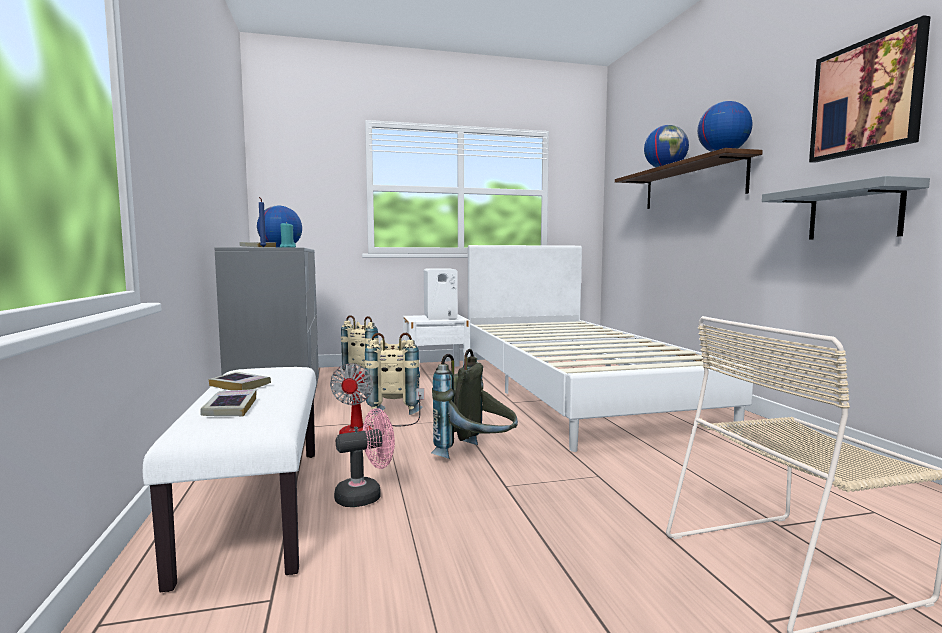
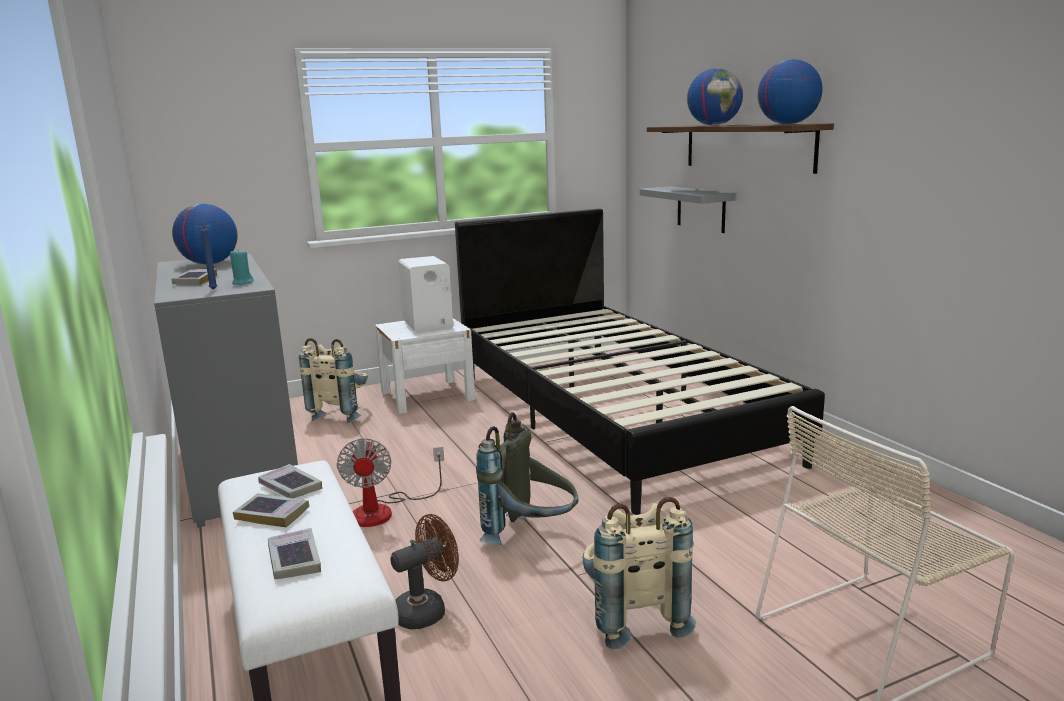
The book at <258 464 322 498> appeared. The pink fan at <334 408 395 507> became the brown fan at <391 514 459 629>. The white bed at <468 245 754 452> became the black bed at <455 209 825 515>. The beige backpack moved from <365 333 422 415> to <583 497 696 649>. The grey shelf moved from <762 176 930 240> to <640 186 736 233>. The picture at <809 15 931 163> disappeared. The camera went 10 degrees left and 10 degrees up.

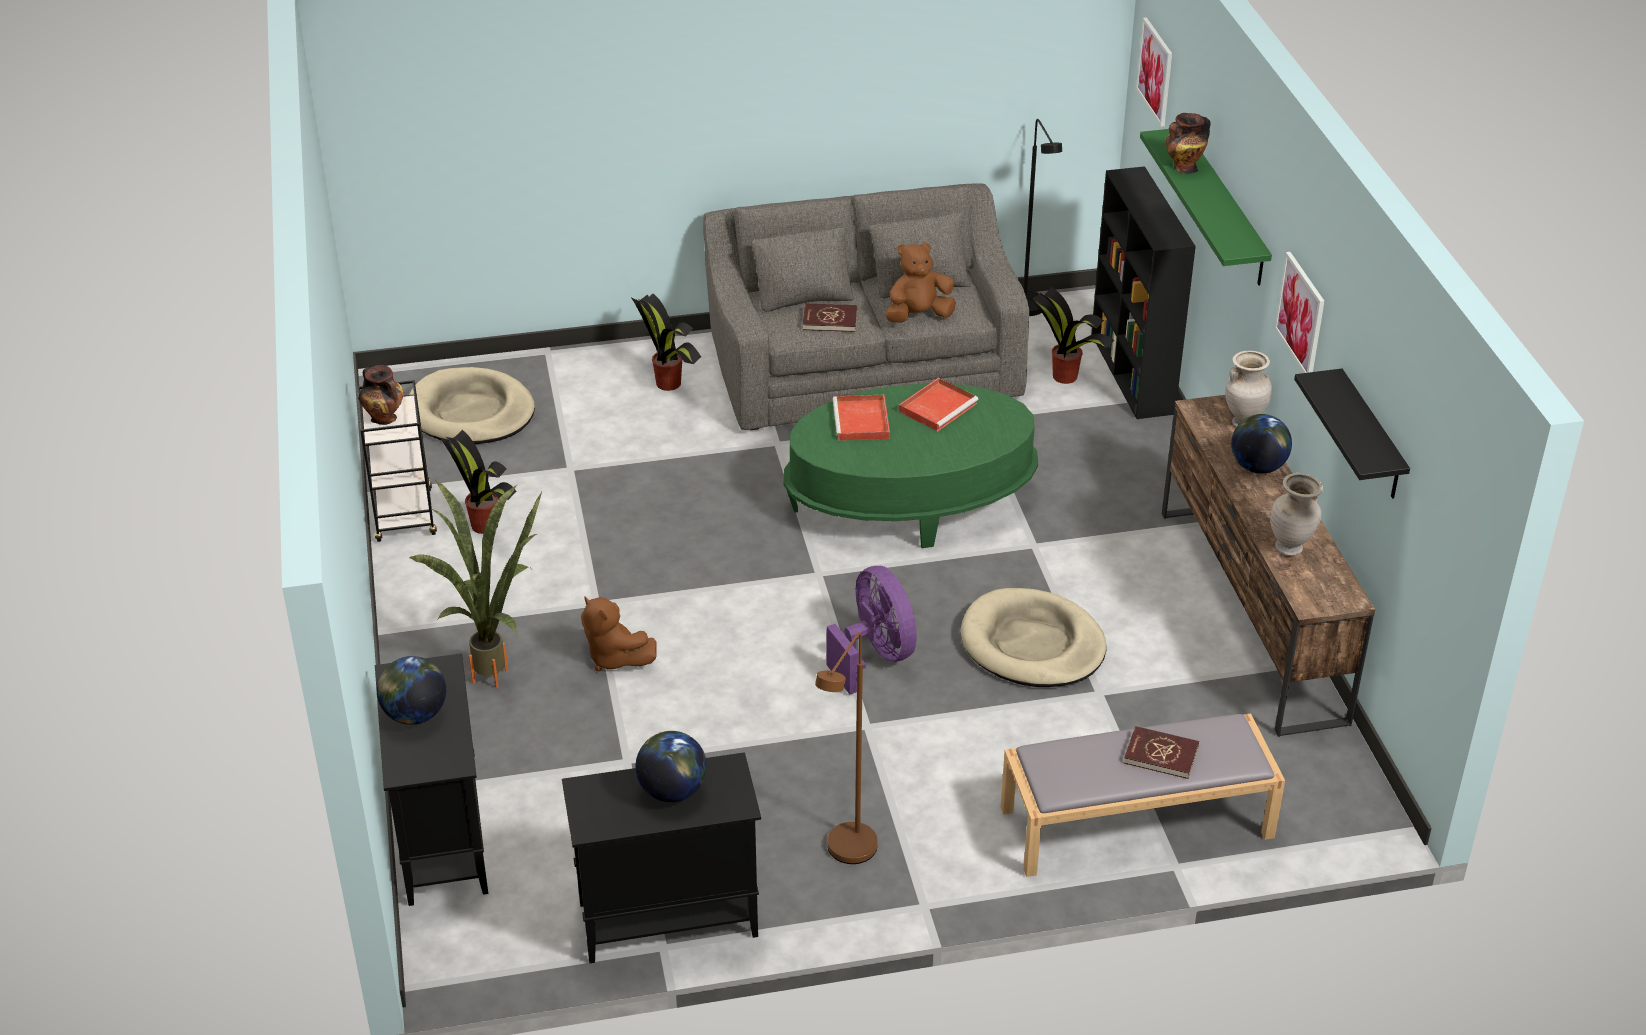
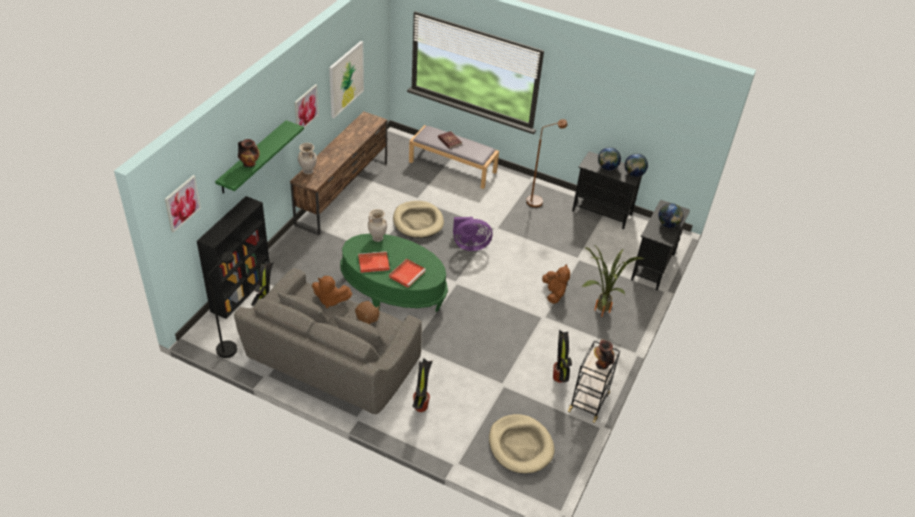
The black shelf at <1294 369 1410 499> was replaced by the picture at <329 41 364 118>. The red book at <803 304 857 332> was replaced by the brown plush toy at <355 301 379 325>. The beige vase moved from <1270 473 1323 556> to <368 209 387 242>. The purple fan at <827 566 917 694> turned 105 degrees counterclockwise. The globe moved from <1231 414 1292 474> to <625 153 648 177>. The camera went 145 degrees left and 5 degrees up.

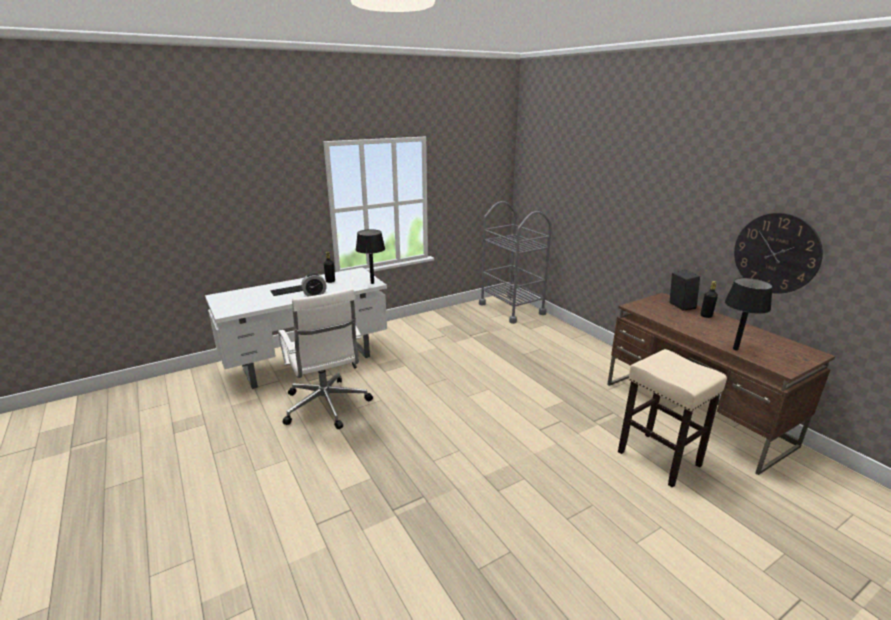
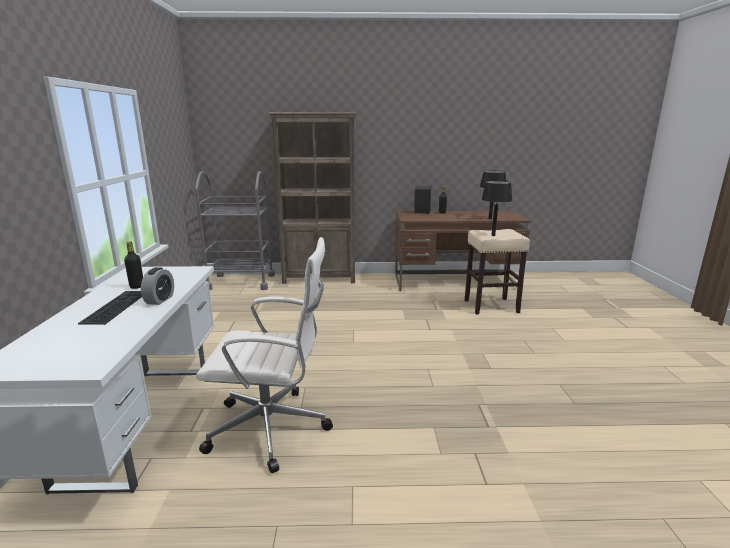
The brown bookcase at <268 112 356 284> appeared. The black table lamp moved from <356 229 385 284> to <482 181 512 236>. The wall clock at <734 213 823 294> disappeared. The camera went 60 degrees left and 5 degrees down.

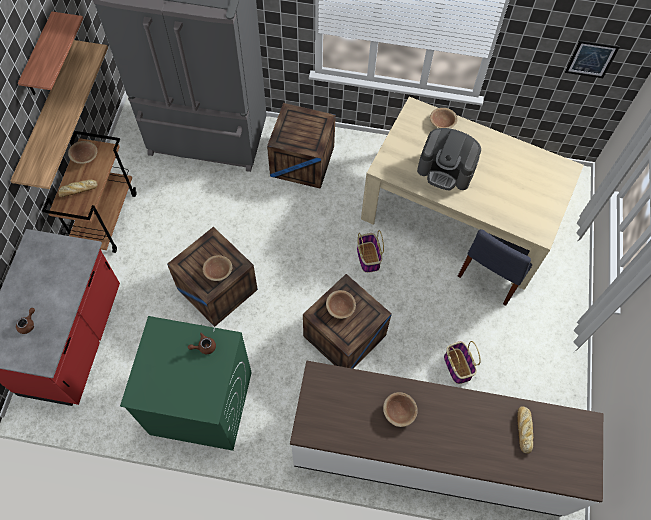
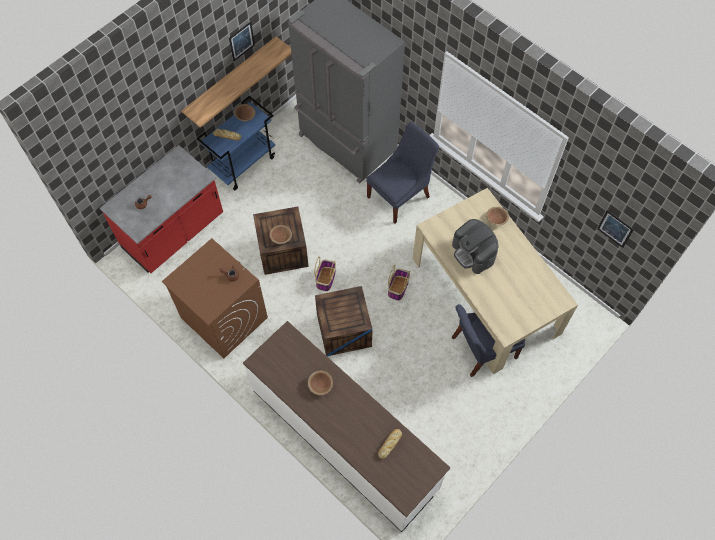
The green washing machine at <120 316 252 451> became the brown washing machine at <162 238 268 358>. The brown cart at <42 131 137 253> became the blue cart at <196 96 275 190>. The shelf at <18 11 83 95> was replaced by the picture at <229 21 255 62>. The basket moved from <444 341 481 384> to <314 256 336 291>. The crate at <267 103 336 189> was replaced by the blue chair at <366 122 439 224>. The brown bowl at <326 290 356 319> disappeared. The camera went 35 degrees right and 0 degrees up.

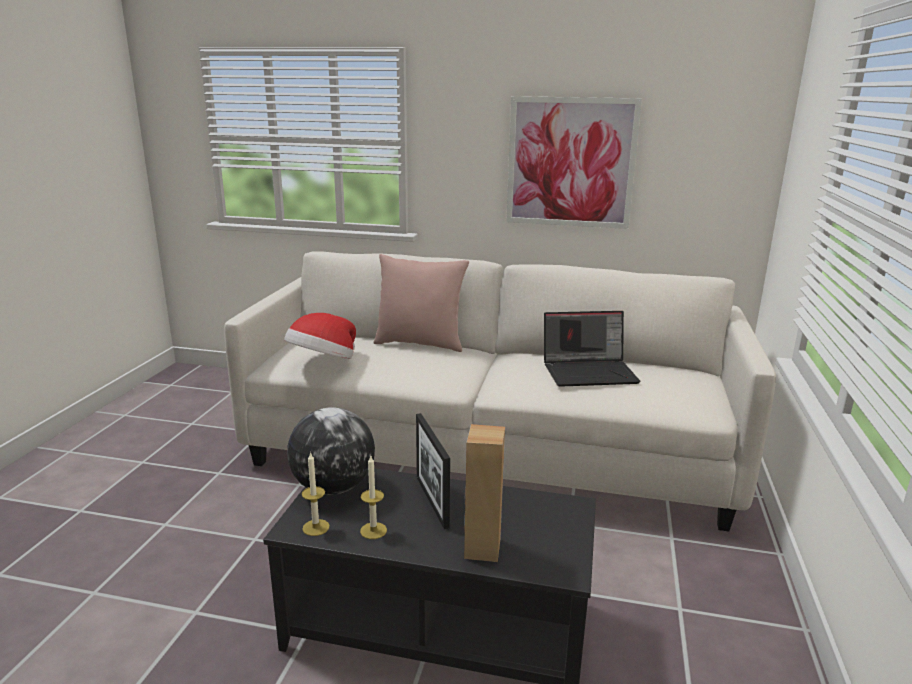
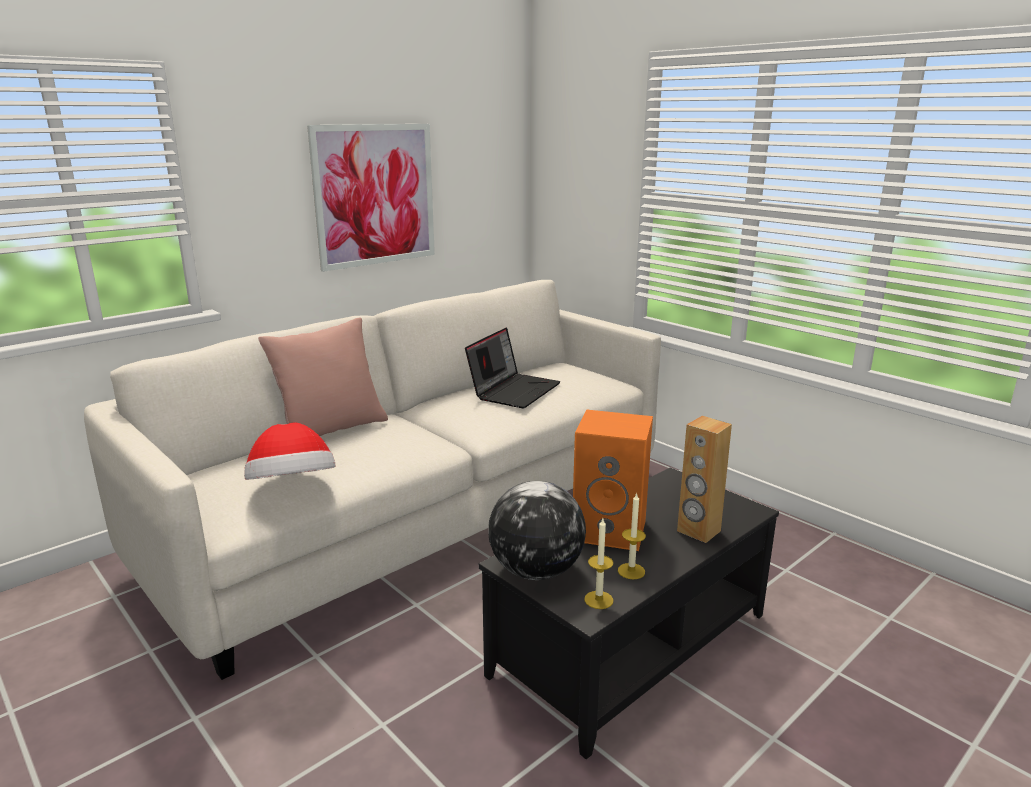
The picture frame at <416 413 450 529> was replaced by the orange speaker at <573 409 653 551>. The camera went 55 degrees left and 0 degrees up.

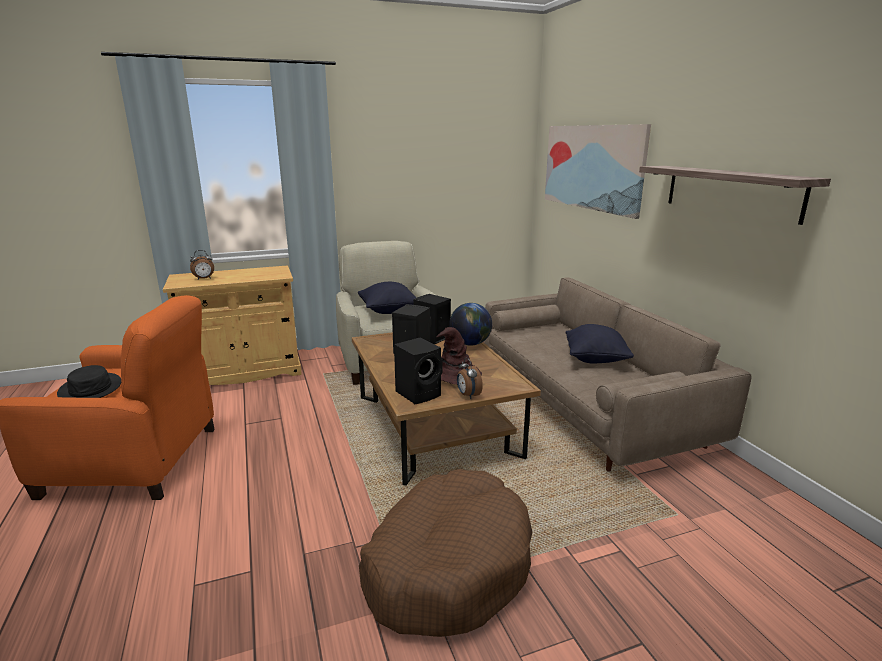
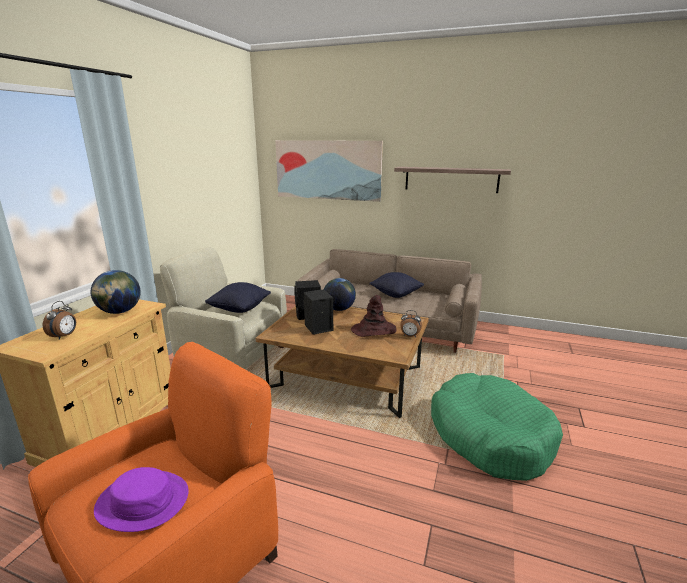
The globe at <91 270 141 314> appeared. The black hat at <57 365 121 398> became the purple hat at <94 467 189 532>. The brown dog bed at <359 469 533 637> became the green dog bed at <431 373 563 481>. The black speaker at <394 337 443 404> disappeared. The camera went 50 degrees left and 0 degrees up.

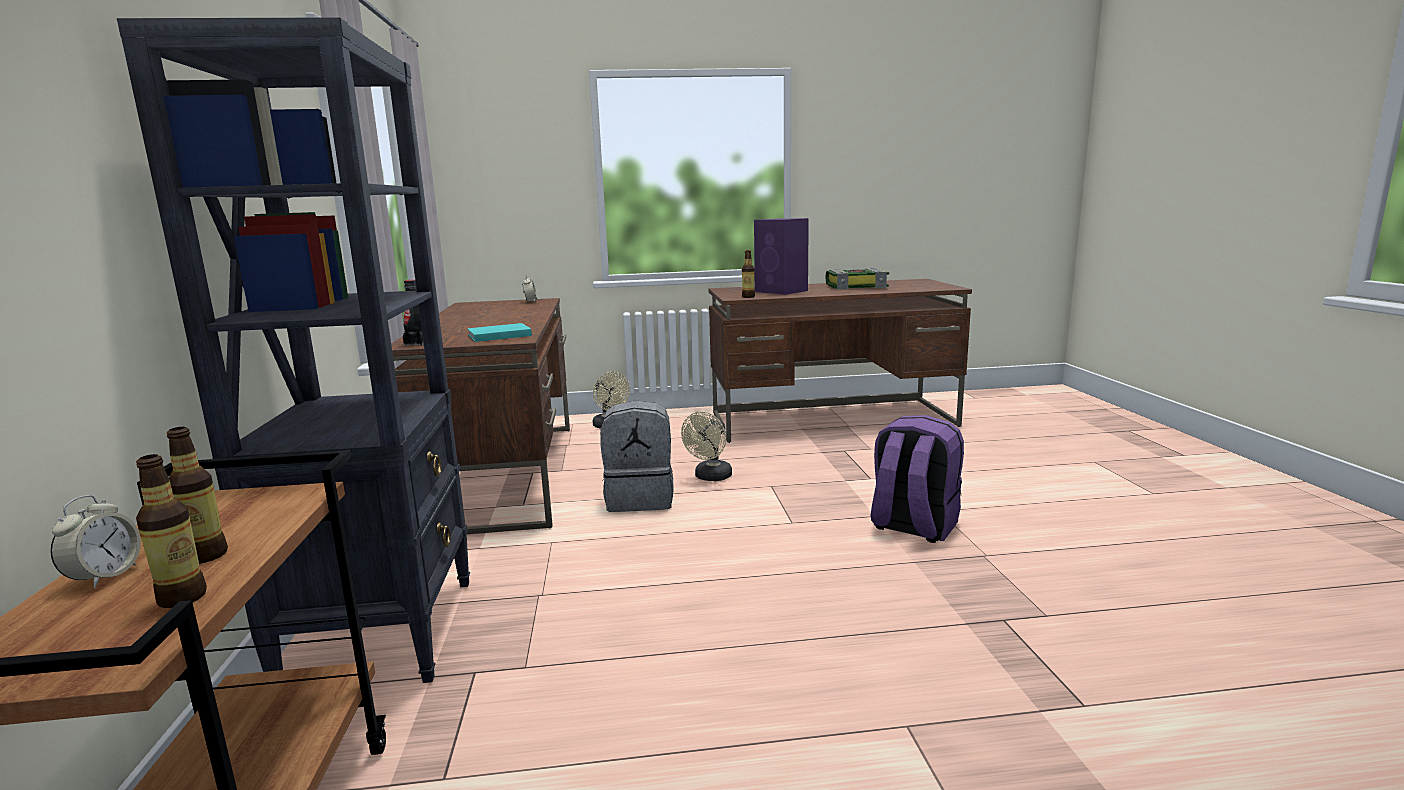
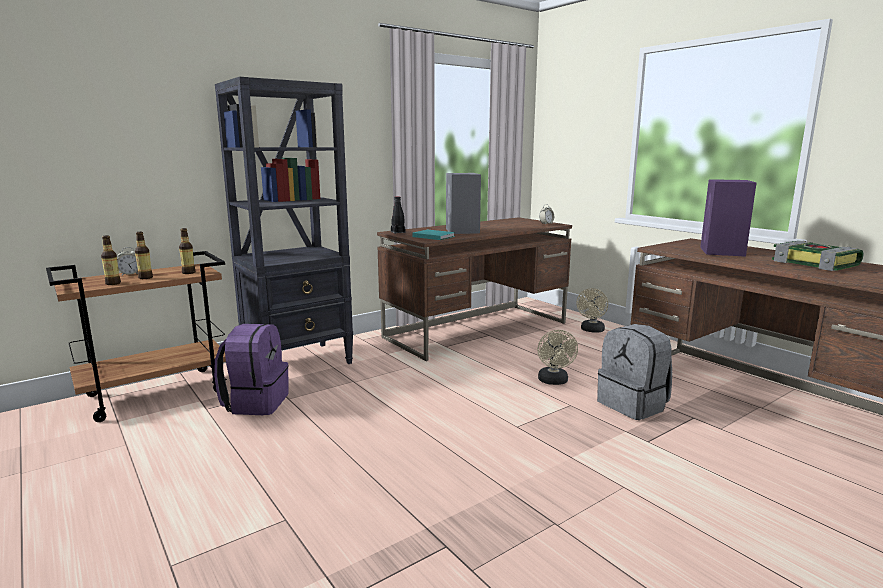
The bottle moved from <742 250 755 298> to <179 228 196 274>. The purple backpack moved from <871 415 964 543> to <214 324 289 415>. The grey speaker at <446 173 481 234> appeared. The beige fan at <681 412 732 481> turned 90 degrees counterclockwise. The grey backpack moved from <600 400 674 512> to <597 324 672 420>. The camera went 60 degrees right and 0 degrees up.

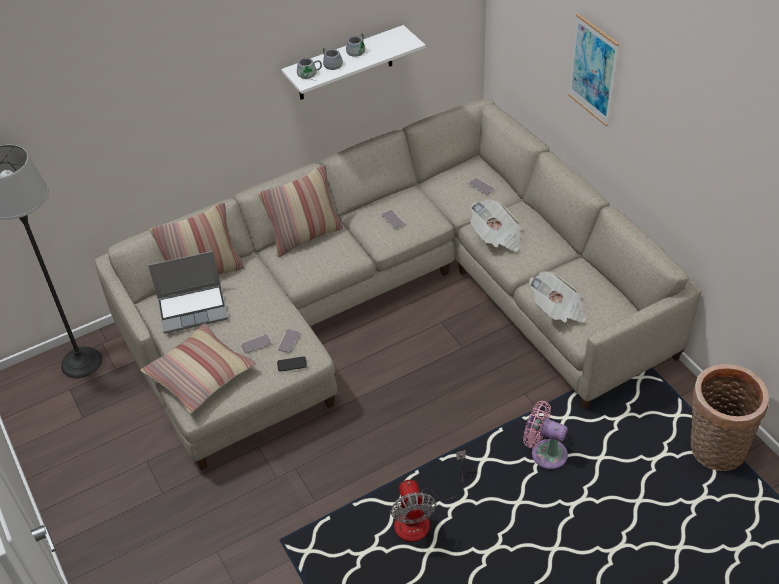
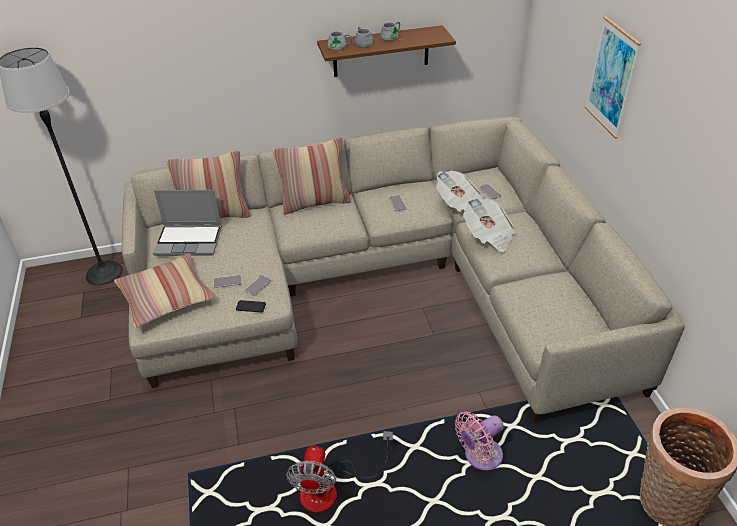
The white shelf at <281 25 426 100> became the brown shelf at <317 25 456 77>. The newspaper moved from <529 271 586 323> to <436 171 484 212>. The pink fan at <523 401 568 469> turned 75 degrees counterclockwise. The camera went 15 degrees right and 5 degrees down.

